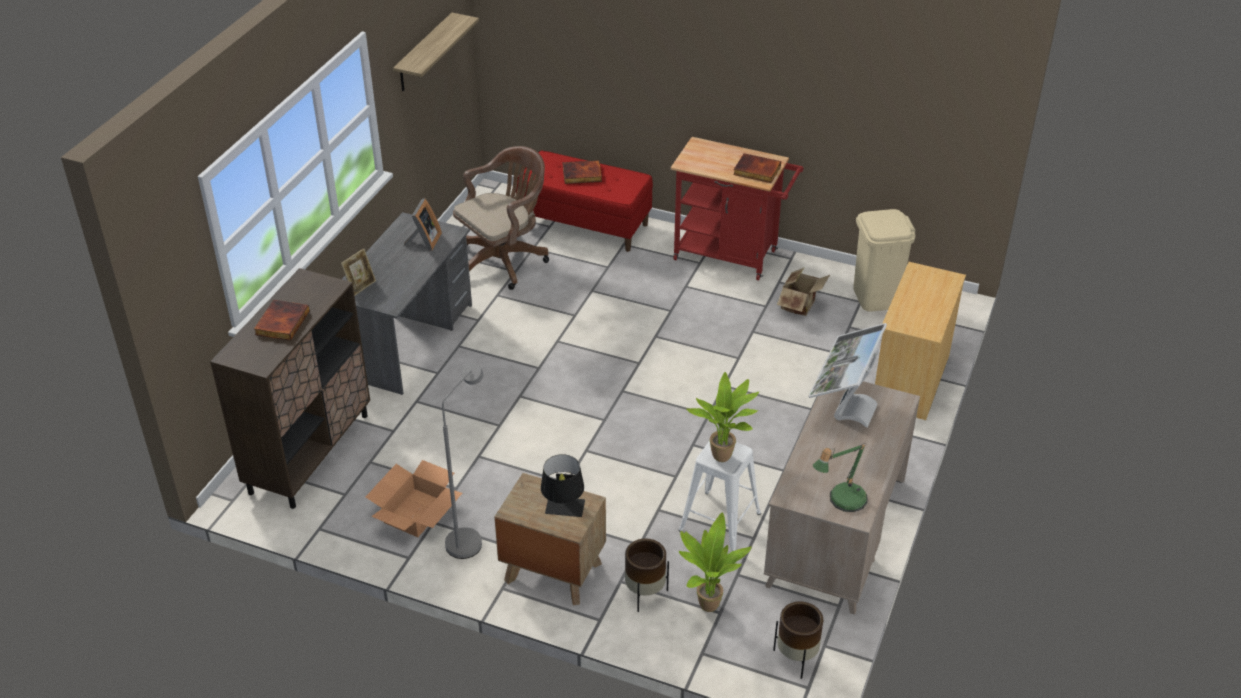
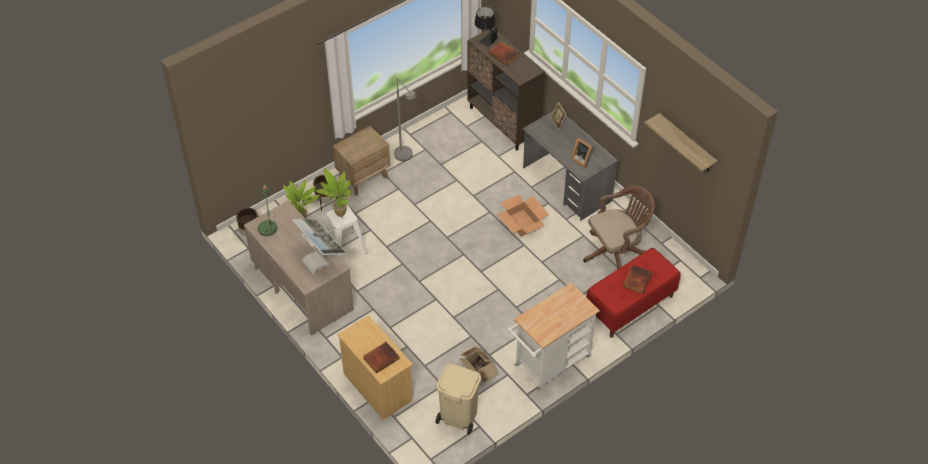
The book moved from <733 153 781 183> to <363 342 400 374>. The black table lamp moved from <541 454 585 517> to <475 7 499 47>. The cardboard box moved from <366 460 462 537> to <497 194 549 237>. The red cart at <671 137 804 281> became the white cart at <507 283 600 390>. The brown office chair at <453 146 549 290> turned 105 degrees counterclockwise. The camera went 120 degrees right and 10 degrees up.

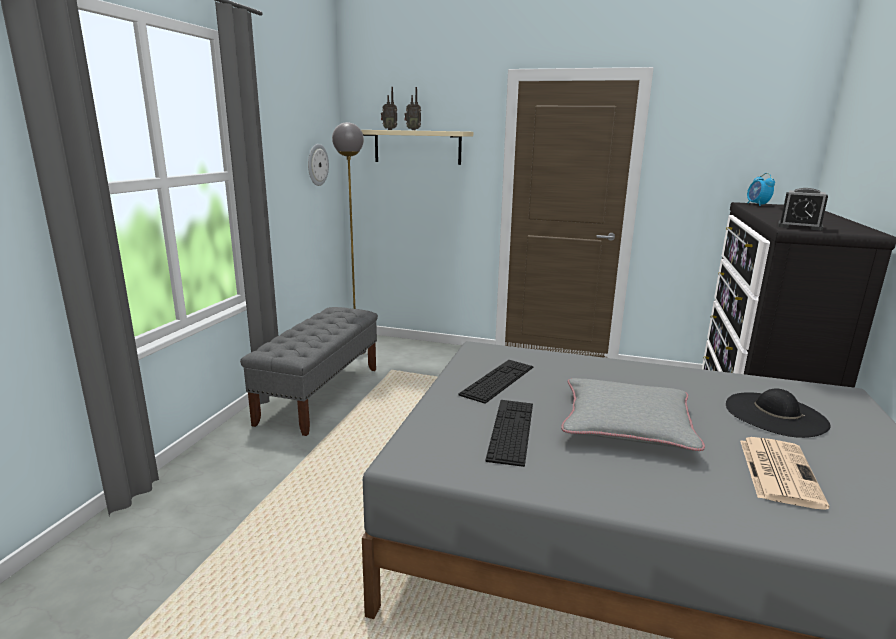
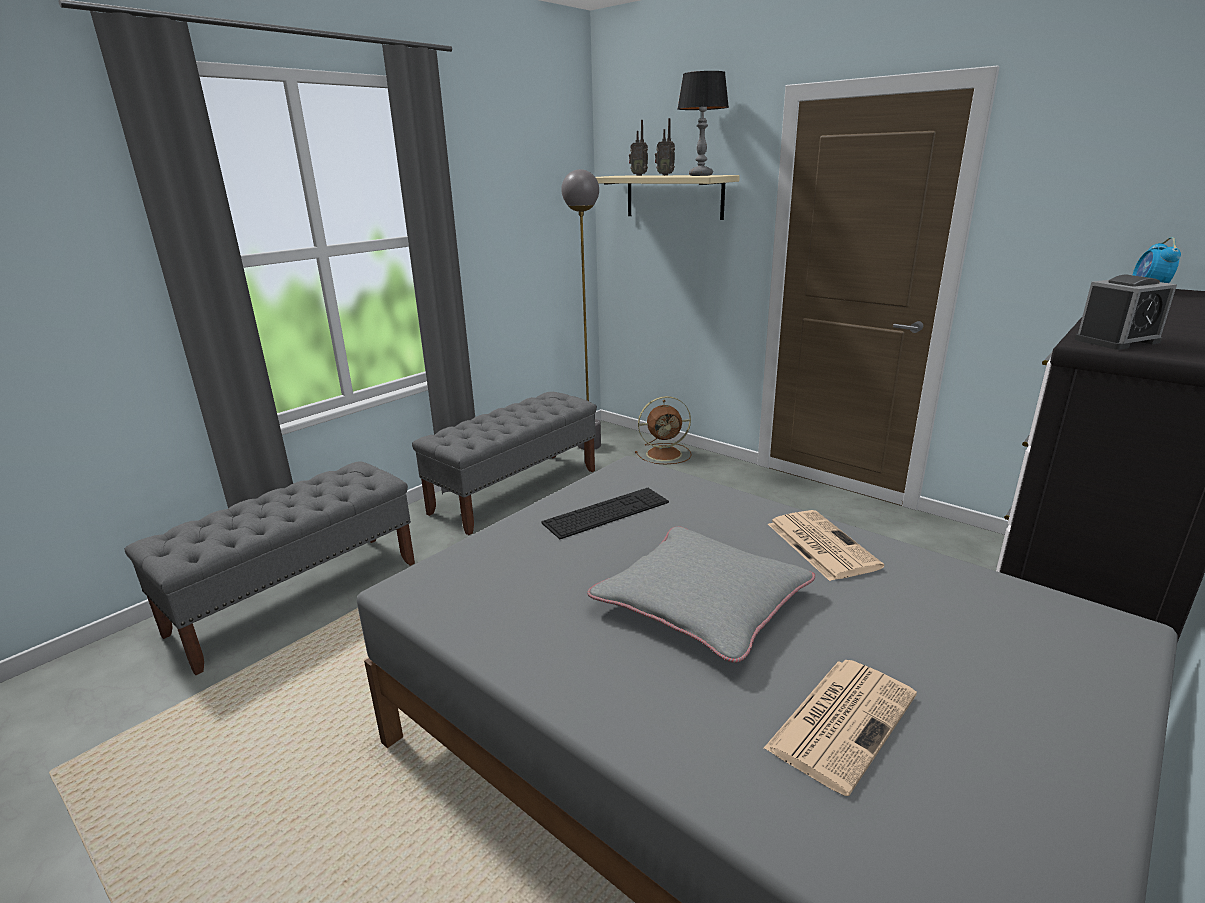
The grey bench at <125 461 415 675> appeared. The brown fan at <635 396 692 464> appeared. The table lamp at <678 71 729 176> appeared. The newspaper at <768 510 884 581> appeared. The alarm clock at <778 188 828 230> turned 75 degrees counterclockwise. The wall clock at <308 144 329 186> disappeared. The keyboard at <485 400 533 467> disappeared. The black hat at <726 388 831 438> disappeared. The camera went 25 degrees right and 5 degrees up.

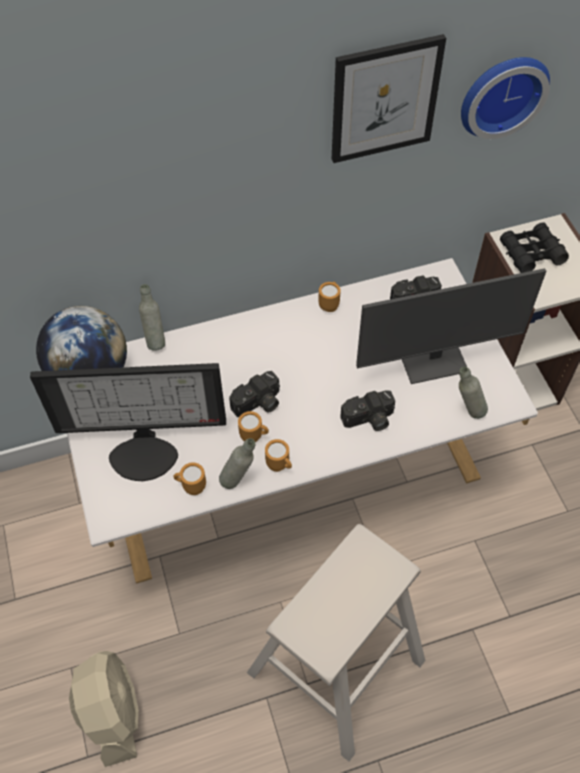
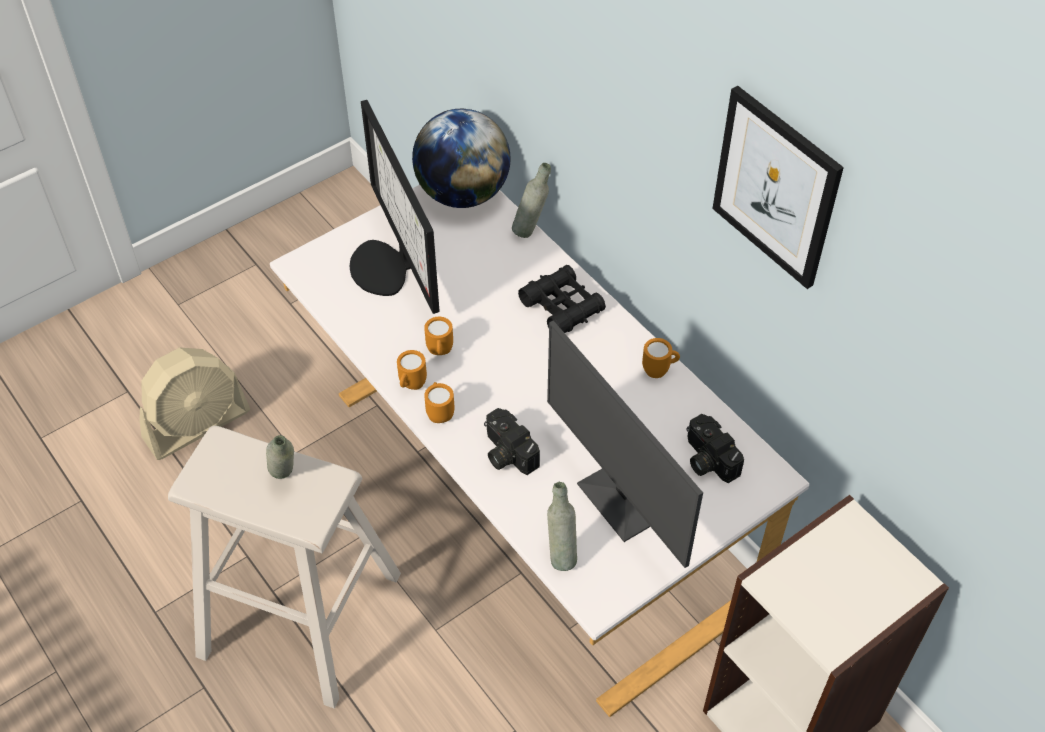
The grey bottle moved from <219 438 255 489> to <266 435 294 479>. The orange mug moved from <173 462 206 495> to <424 382 454 423>. The black binoculars moved from <500 222 569 273> to <518 265 606 333>. The photo camera at <229 371 280 417> disappeared. The wall clock at <461 57 550 139> disappeared. The camera went 70 degrees right and 5 degrees down.

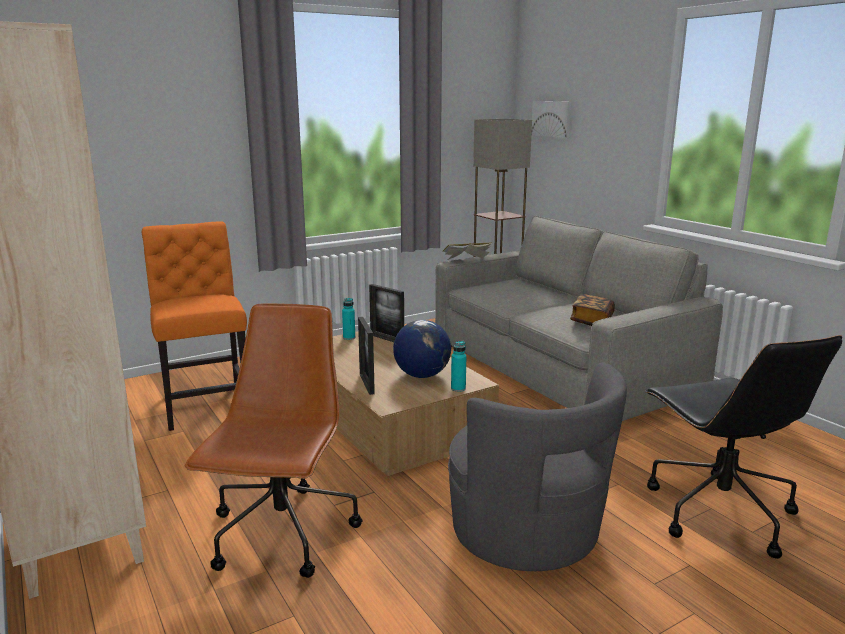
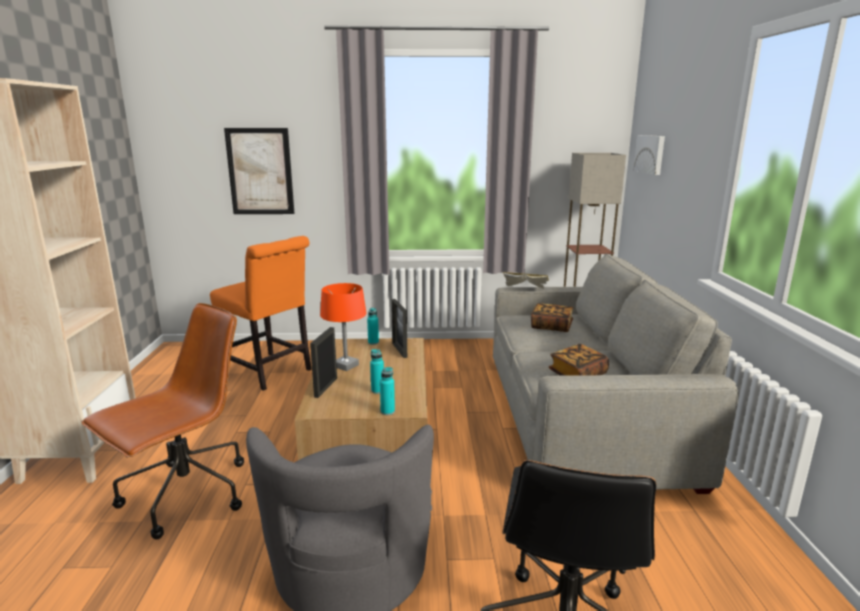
The orange chair at <142 221 247 431> turned 120 degrees clockwise. The picture at <224 128 295 214> appeared. The orange table lamp at <320 283 366 371> appeared. The globe at <393 320 451 378> was replaced by the turquoise bottle at <370 349 384 394>. The book at <531 303 574 332> appeared. The camera went 30 degrees right and 0 degrees up.

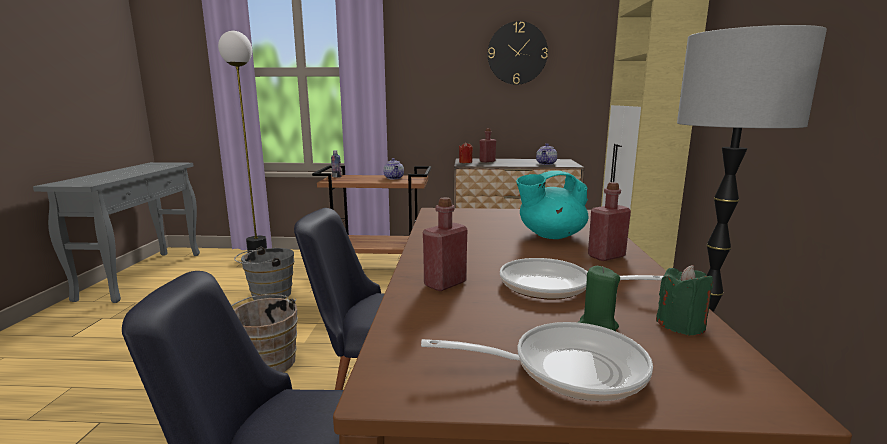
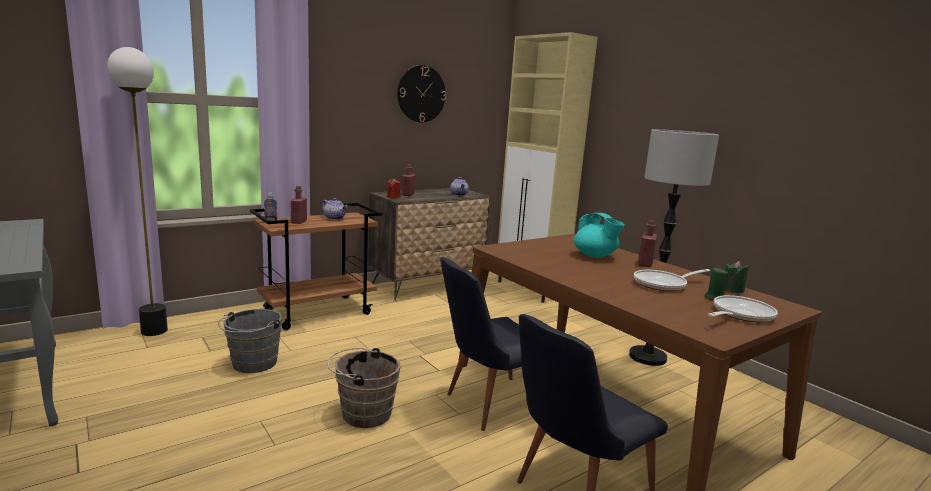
The red bottle moved from <423 197 467 291> to <290 186 307 224>. The turquoise teapot at <516 171 588 239> turned 75 degrees counterclockwise. The camera went 40 degrees left and 0 degrees up.

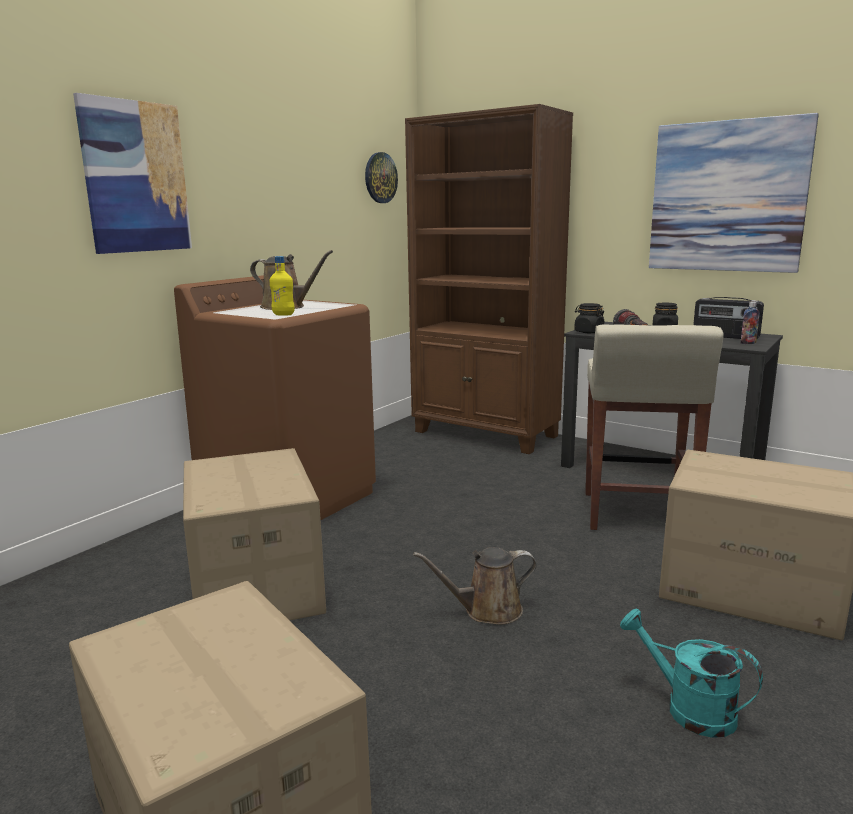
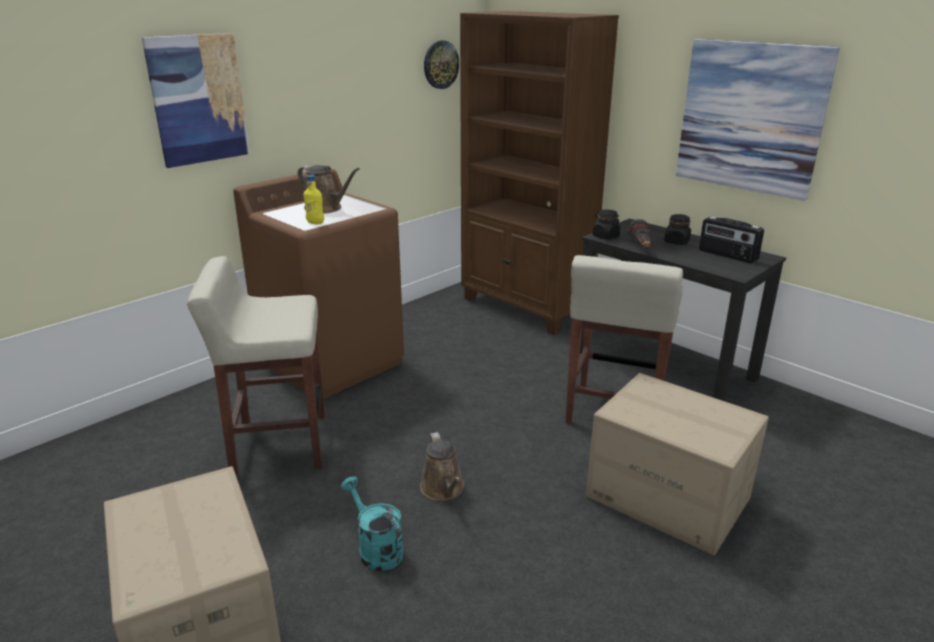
The cardboard box at <183 448 326 621> was replaced by the beige stool at <187 256 325 475>. The turquoise watering can moved from <620 609 763 738> to <341 476 404 571>. The brown watering can at <413 547 537 625> turned 105 degrees counterclockwise. The bottle at <741 302 760 344> disappeared. The camera went 10 degrees right and 10 degrees up.

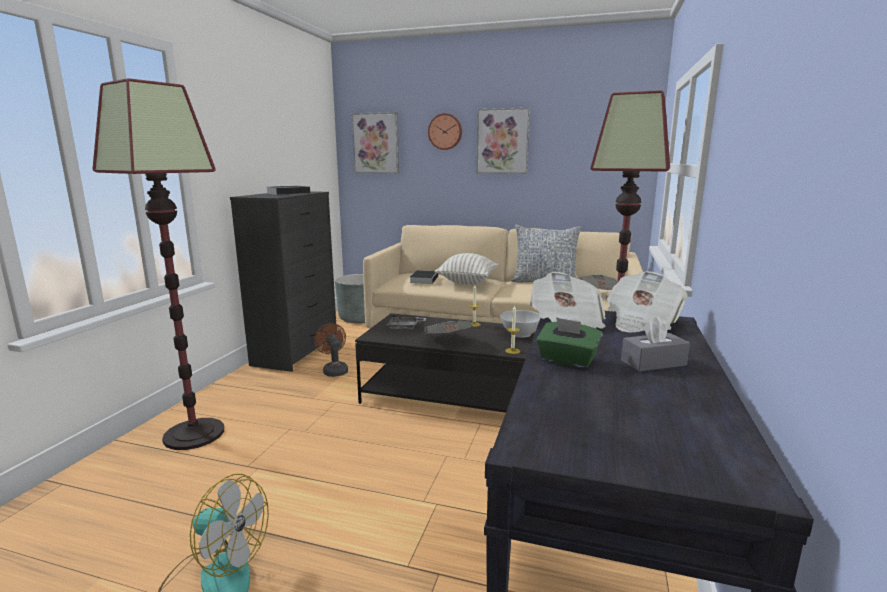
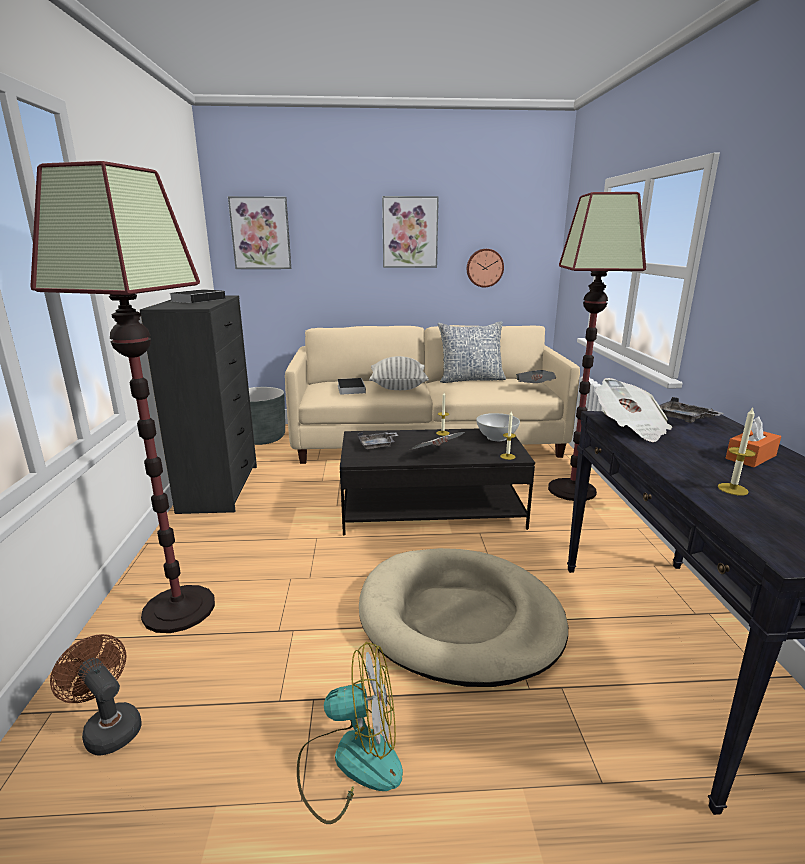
The brown fan moved from <314 323 348 377> to <50 634 142 755>. The beige dog bed at <359 548 568 687> appeared. The wall clock moved from <428 113 462 150> to <467 249 504 287>. The newspaper at <606 271 688 332> was replaced by the grey tray at <659 397 724 423>. The candle at <718 408 756 496> appeared. The grey tissue box at <621 317 690 372> became the orange tissue box at <726 416 781 467>. The green tissue box at <536 317 602 368> disappeared. The camera went 20 degrees left and 5 degrees up.

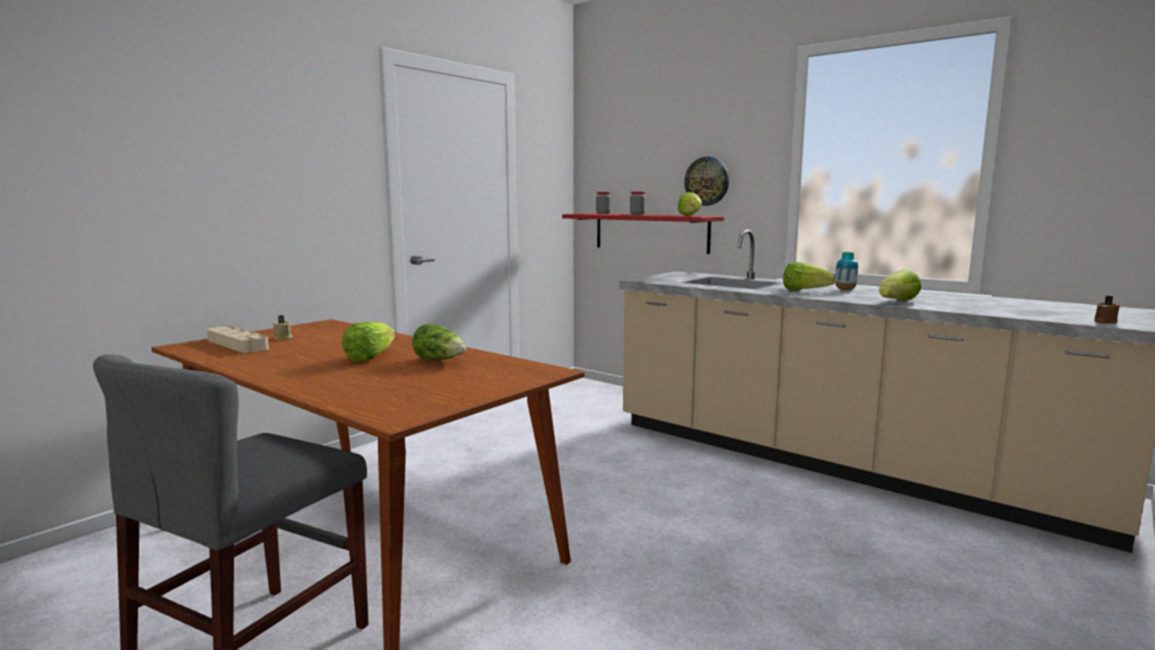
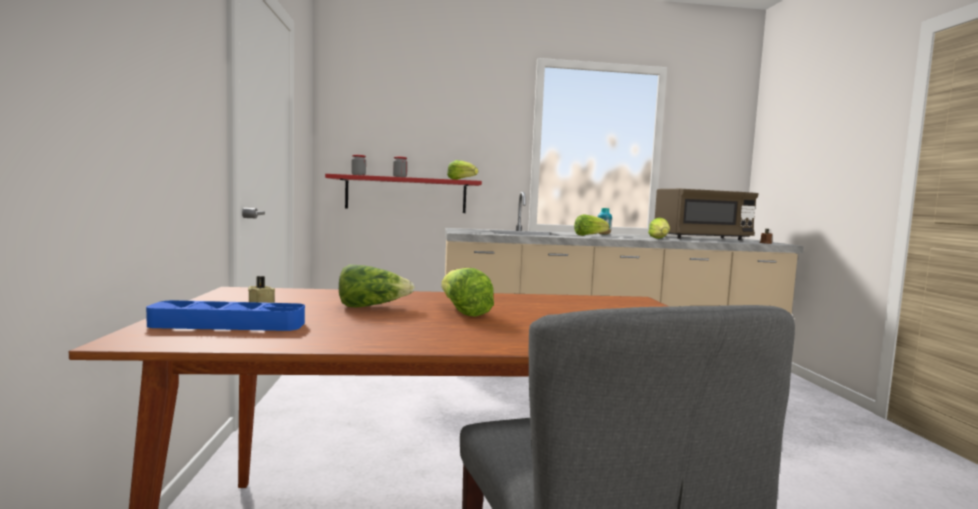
The beige tray at <207 326 269 353> became the blue tray at <146 300 305 331>. The lettuce moved from <412 323 466 360> to <339 264 415 307>. The brown microwave at <655 189 758 240> appeared. The wall clock at <684 157 729 206> disappeared. The camera went 45 degrees left and 5 degrees down.

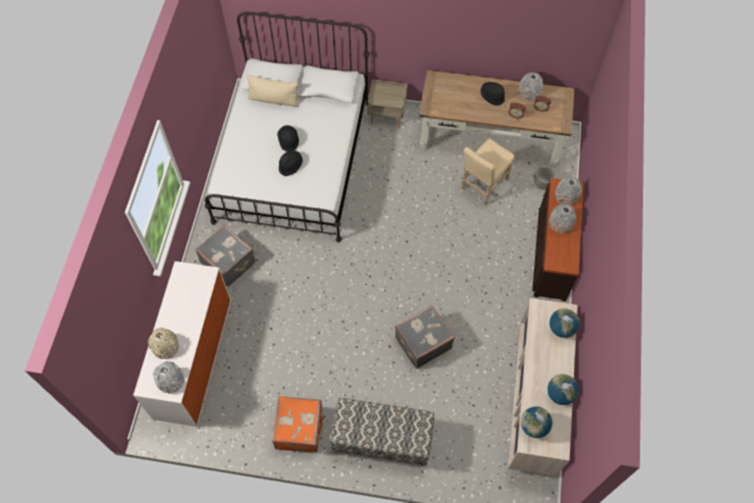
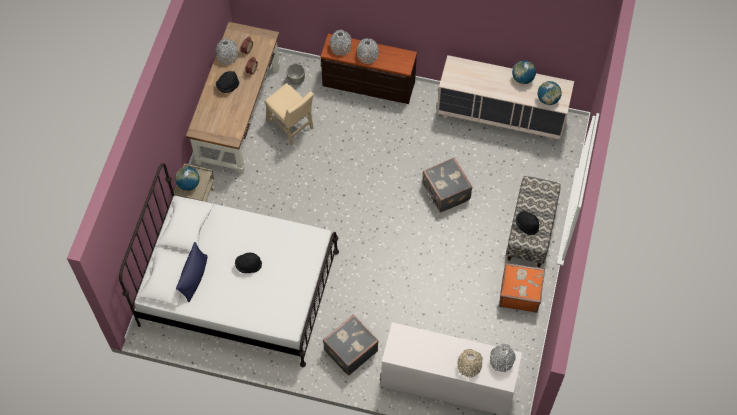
The globe moved from <549 308 580 338> to <175 167 200 191>. The beige pillow at <247 75 298 107> became the blue pillow at <176 242 208 302>. The black hat moved from <279 150 303 176> to <516 211 539 235>. The camera went 85 degrees left and 0 degrees up.

